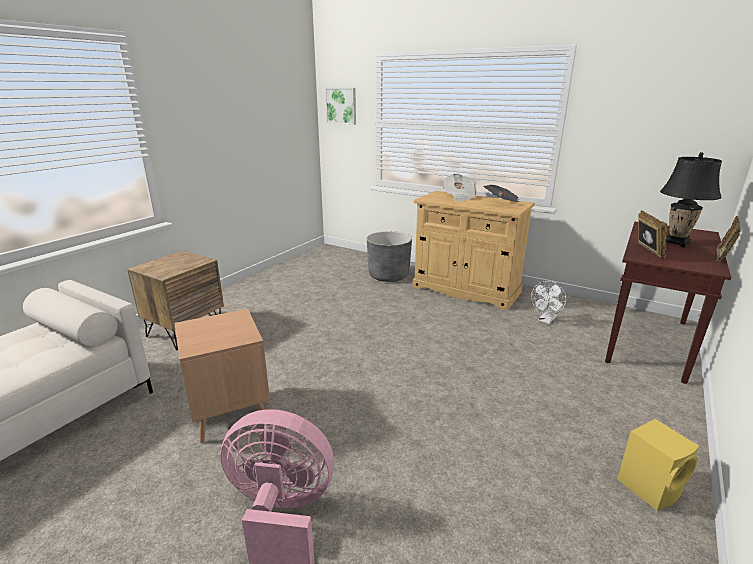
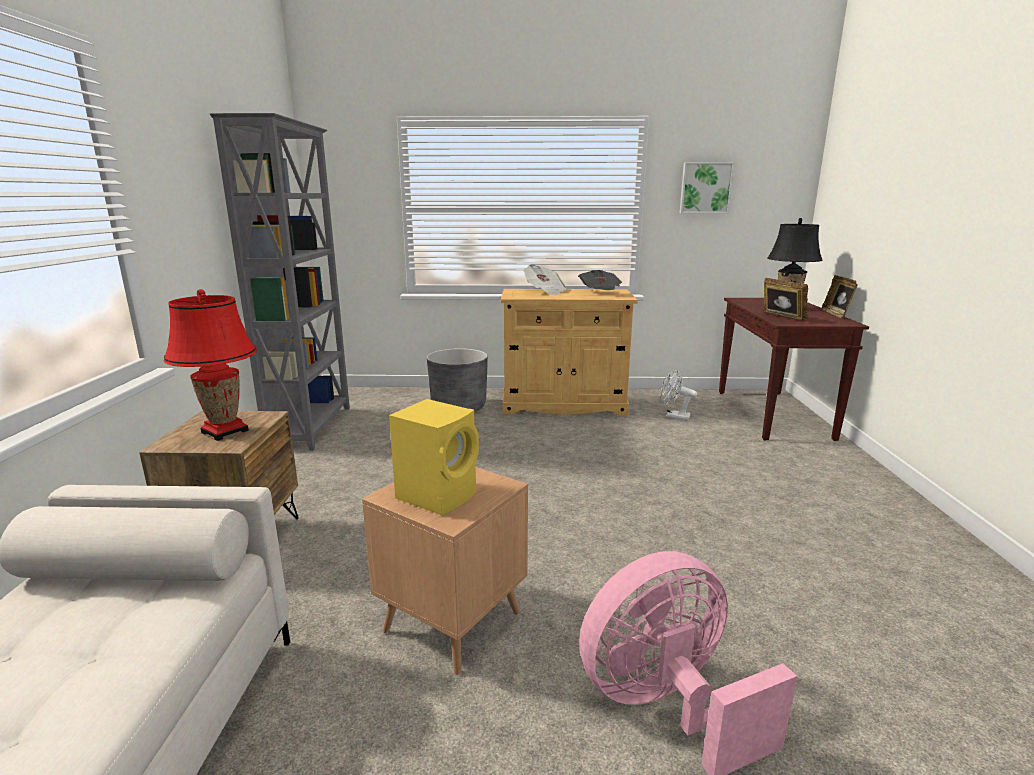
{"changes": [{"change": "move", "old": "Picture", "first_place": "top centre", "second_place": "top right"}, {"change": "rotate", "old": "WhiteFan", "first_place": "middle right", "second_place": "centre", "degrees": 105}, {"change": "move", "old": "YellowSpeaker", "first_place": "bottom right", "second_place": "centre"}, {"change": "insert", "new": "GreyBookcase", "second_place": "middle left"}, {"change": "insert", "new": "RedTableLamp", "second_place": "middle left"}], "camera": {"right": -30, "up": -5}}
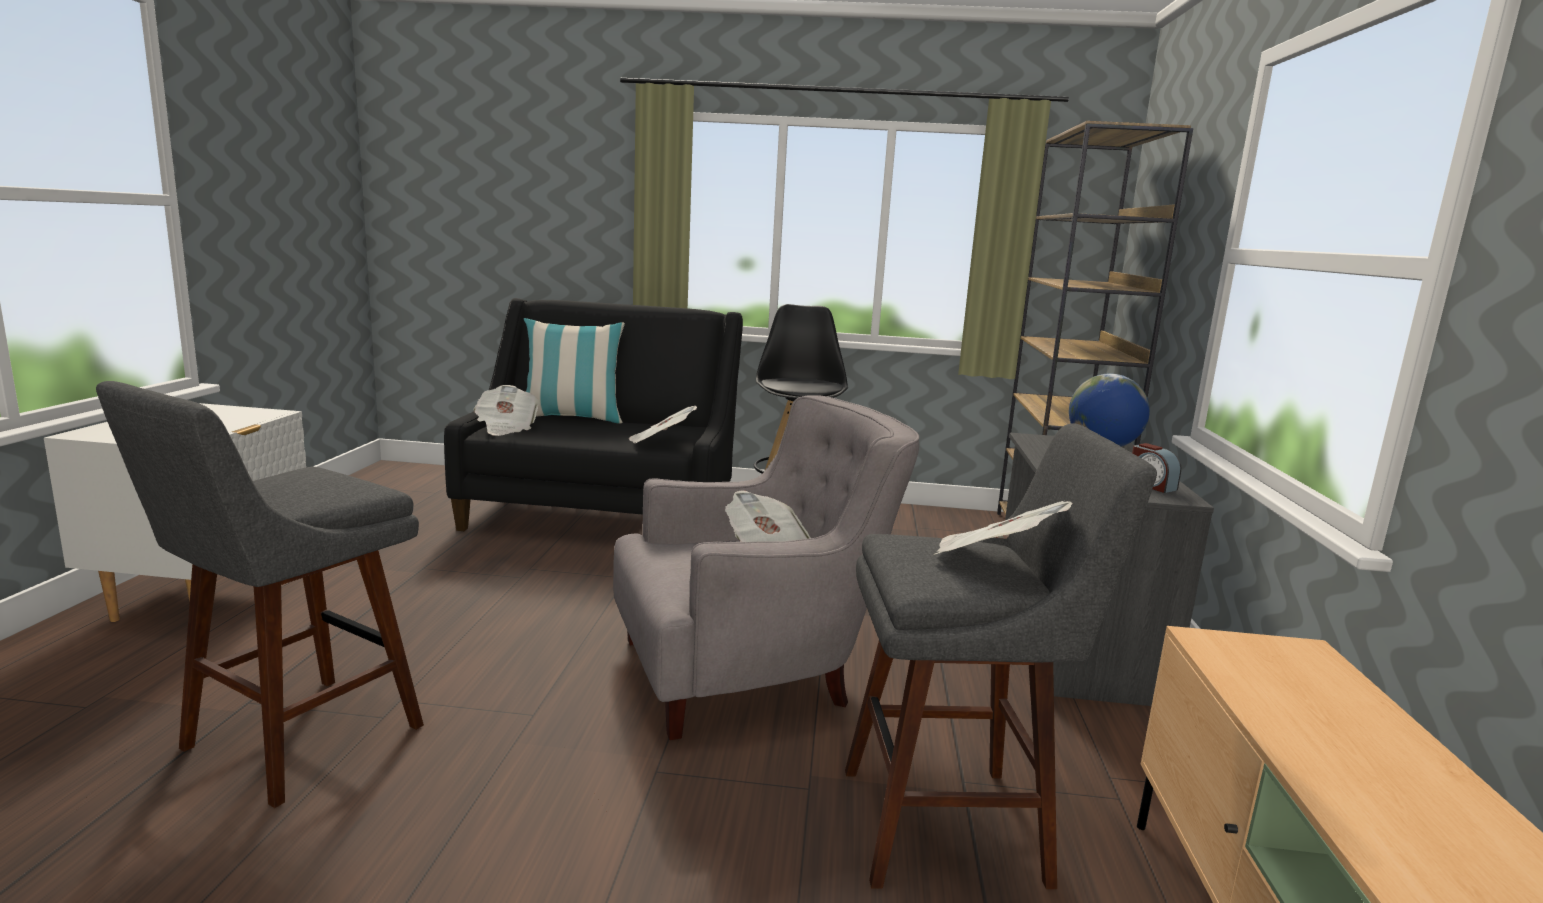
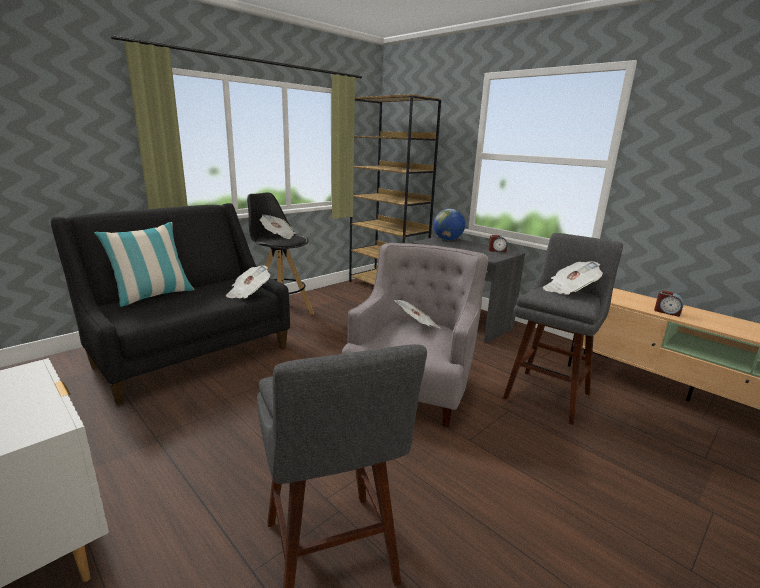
{"changes": [{"change": "move", "old": "Newspaper (1st from left in the first image)", "new": "Newspaper (2nd from left)", "first_place": "middle left", "second_place": "centre"}, {"change": "insert", "new": "AlarmClock (2nd from left)", "second_place": "middle right"}], "camera": {"right": -50, "up": 5}}
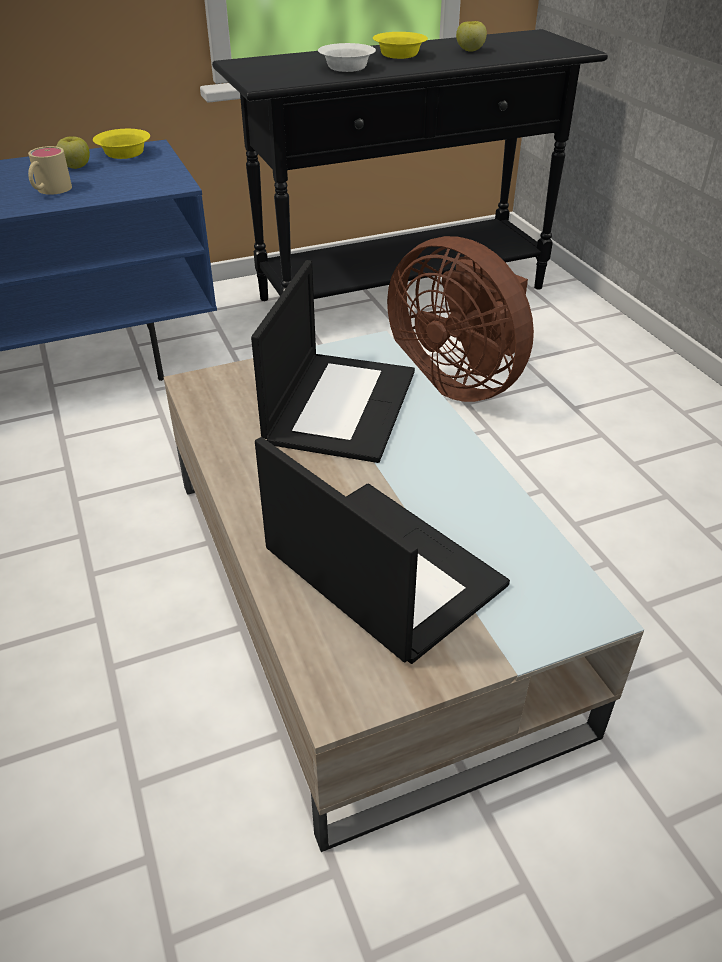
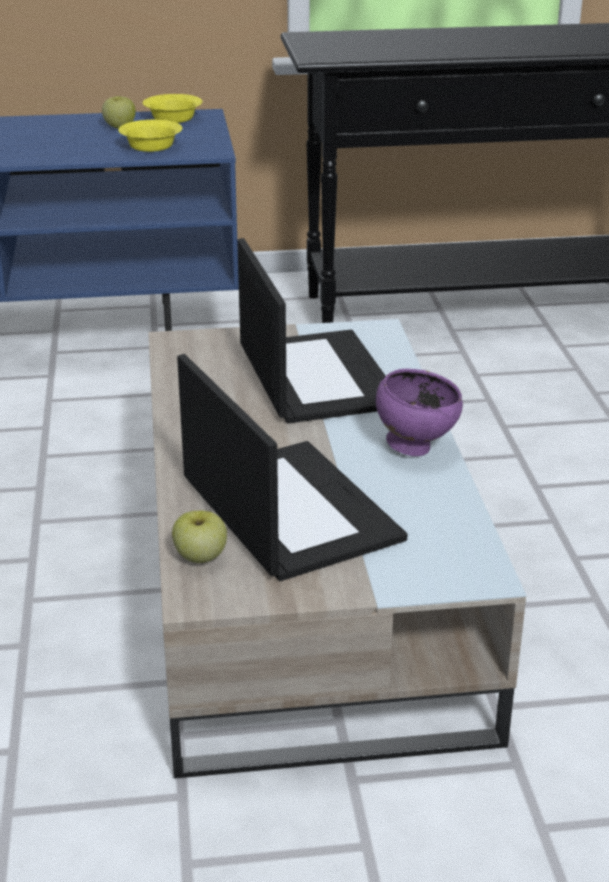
{"changes": [{"change": "move", "old": "Apple (2nd from left)", "first_place": "top centre", "second_place": "middle left"}, {"change": "move", "old": "YellowBowl (2nd from left in the first image)", "new": "YellowBowl (1st from left)", "first_place": "top centre", "second_place": "top left"}, {"change": "delete", "old": "WhiteBowl", "first_place": "top centre"}, {"change": "delete", "old": "BeigeMug", "first_place": "top left"}, {"change": "delete", "old": "BrownFan", "first_place": "top centre"}, {"change": "rotate", "old": "Laptop (1st from left in the first image)", "first_place": "centre", "second_place": "centre", "degrees": -45}, {"change": "insert", "new": "PurpleBowl", "second_place": "middle right"}], "camera": {"right": 15, "up": -10}}
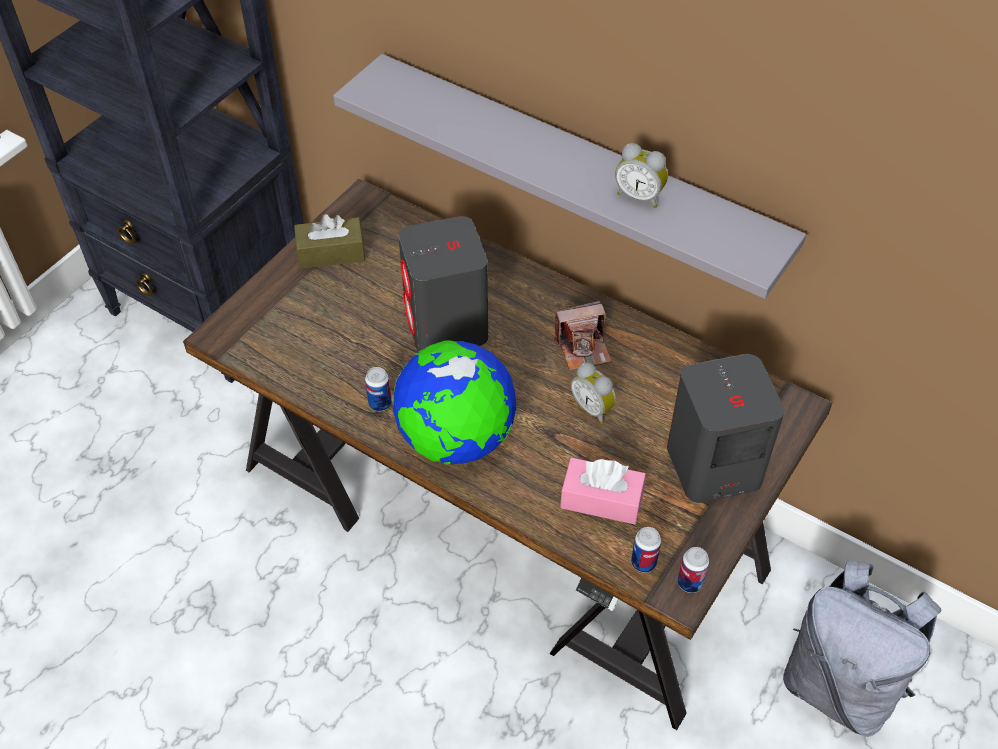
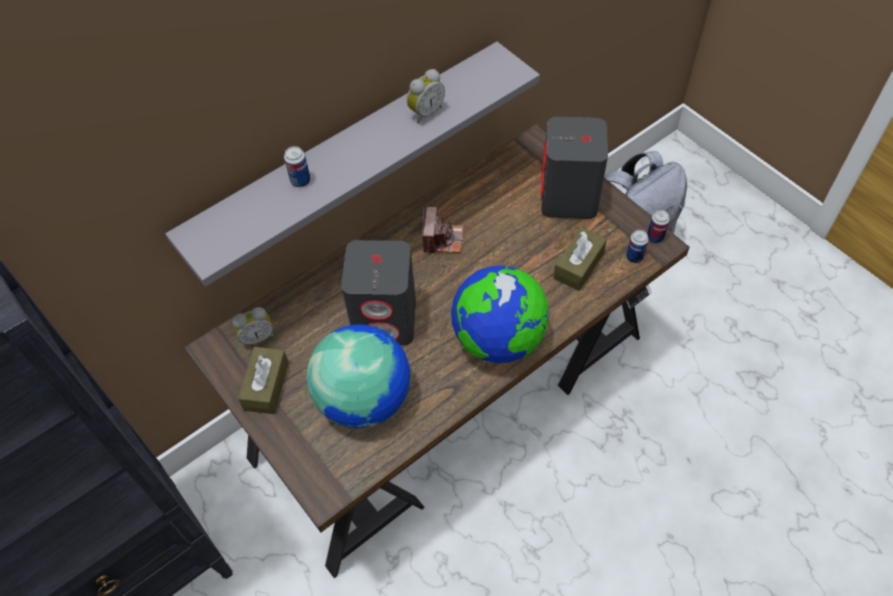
{"changes": [{"change": "move", "old": "AlarmClock (1st from left)", "first_place": "centre", "second_place": "middle left"}, {"change": "move", "old": "Can (1st from left)", "first_place": "centre", "second_place": "top left"}, {"change": "recolor", "old": "PinkTissueBox", "new": "BrownTissueBox (2nd from left)", "first_place": "centre", "second_place": "centre"}, {"change": "insert", "new": "Globe (1st from left)", "second_place": "centre"}], "camera": {"right": -70, "up": 5}}
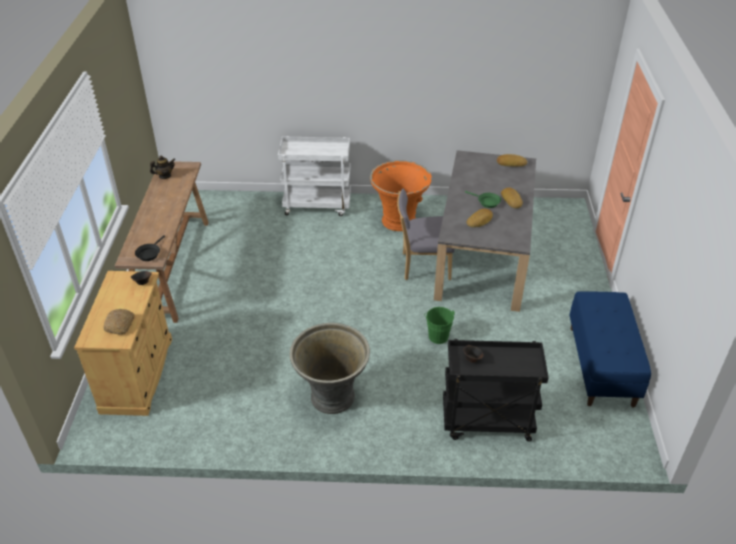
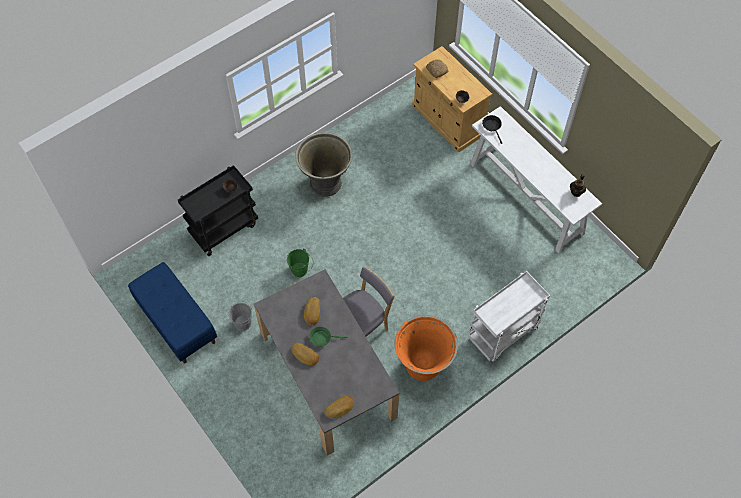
{"changes": [{"change": "recolor", "old": "BrownConsoleTable", "new": "WhiteConsoleTable", "first_place": "middle left", "second_place": "middle right"}, {"change": "insert", "new": "GreyBucket", "second_place": "middle left"}], "camera": {"right": 140, "up": 20}}
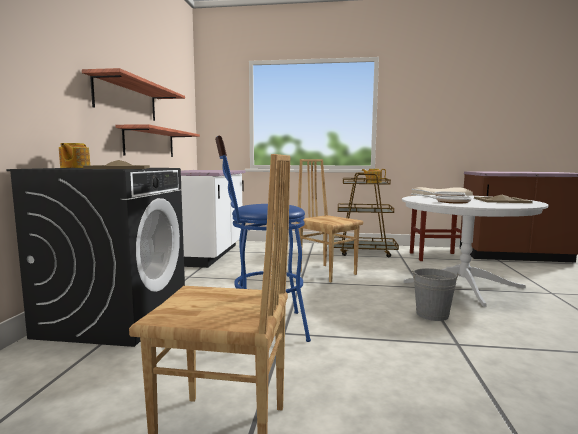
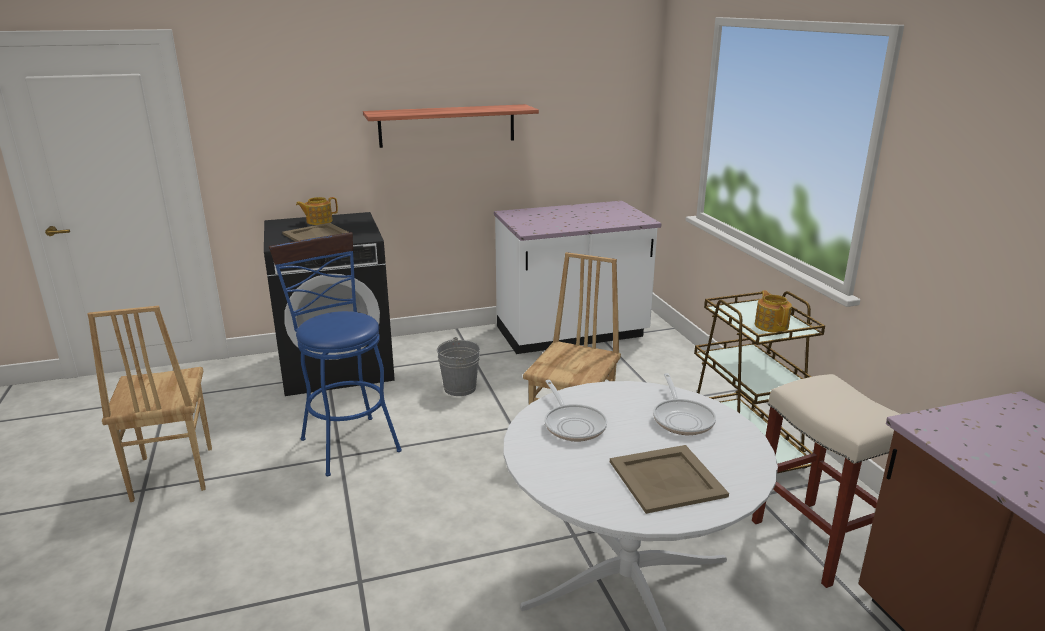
{"changes": [{"change": "delete", "old": "Shelf (2nd from left)", "first_place": "top left"}, {"change": "move", "old": "GreyBucket", "first_place": "bottom right", "second_place": "centre"}], "camera": {"right": 65, "up": 15}}
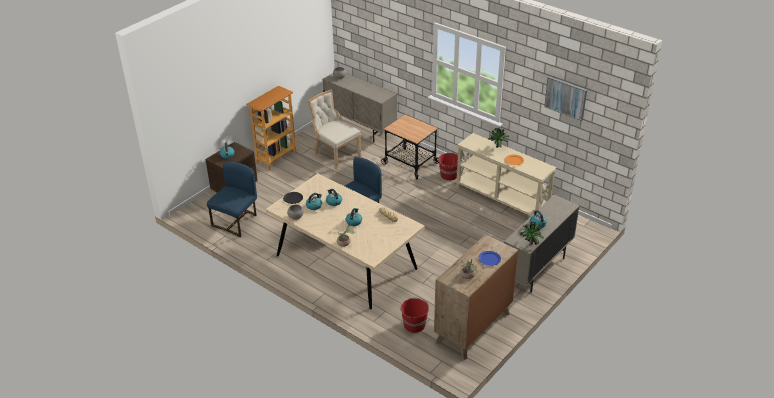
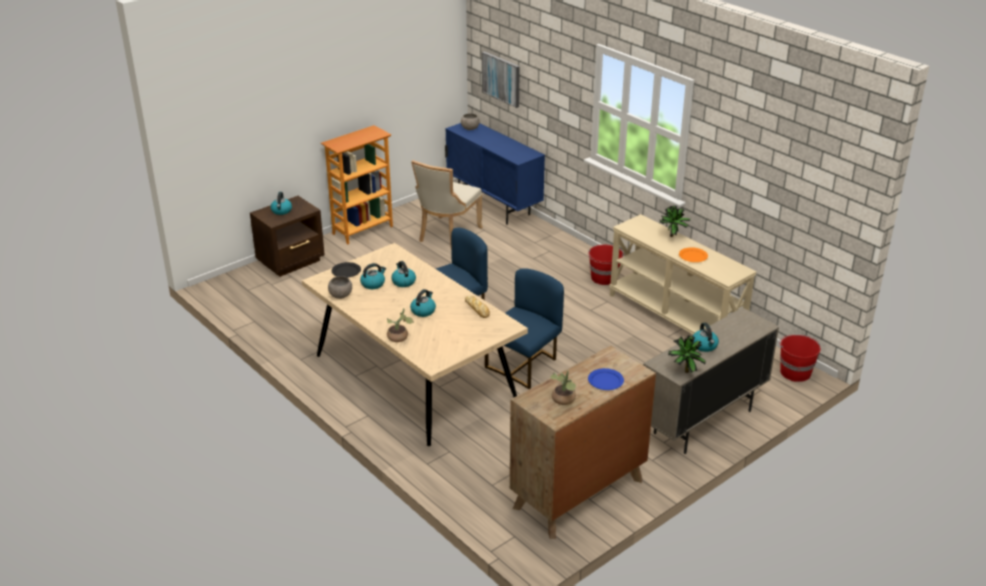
{"changes": [{"change": "recolor", "old": "BeigeCabinet (1st from left)", "new": "BlueCabinet", "first_place": "top centre", "second_place": "top centre"}, {"change": "move", "old": "Picture", "first_place": "top right", "second_place": "top centre"}, {"change": "rotate", "old": "BeigeChair", "first_place": "top centre", "second_place": "centre", "degrees": -120}, {"change": "delete", "old": "Cart", "first_place": "centre"}, {"change": "move", "old": "BlueChair (1st from left in the first image)", "new": "BlueChair (2nd from left)", "first_place": "middle left", "second_place": "centre"}, {"change": "move", "old": "RedBucket (1st from left in the first image)", "new": "RedBucket (2nd from left)", "first_place": "bottom centre", "second_place": "middle right"}], "camera": {"right": 10, "up": -5}}
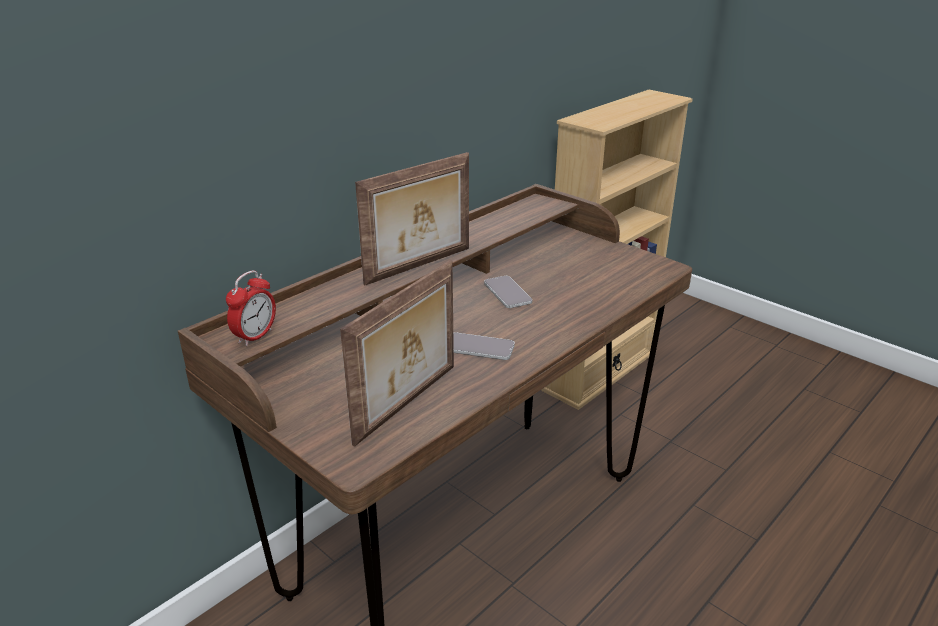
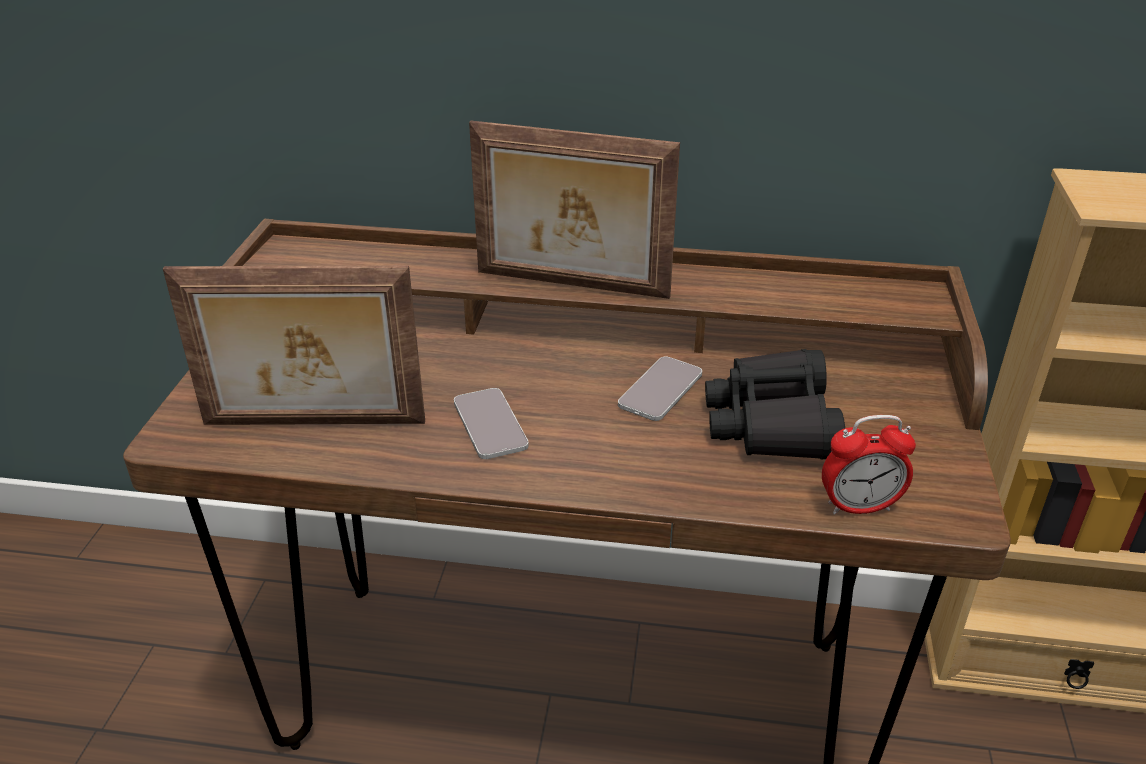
{"changes": [{"change": "move", "old": "AlarmClock", "first_place": "middle left", "second_place": "middle right"}, {"change": "insert", "new": "BlackBinoculars", "second_place": "middle right"}], "camera": {"right": 55, "up": 5}}
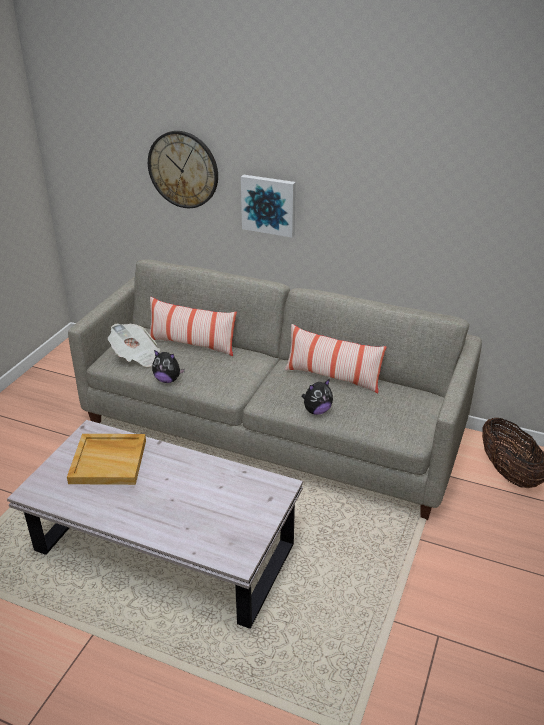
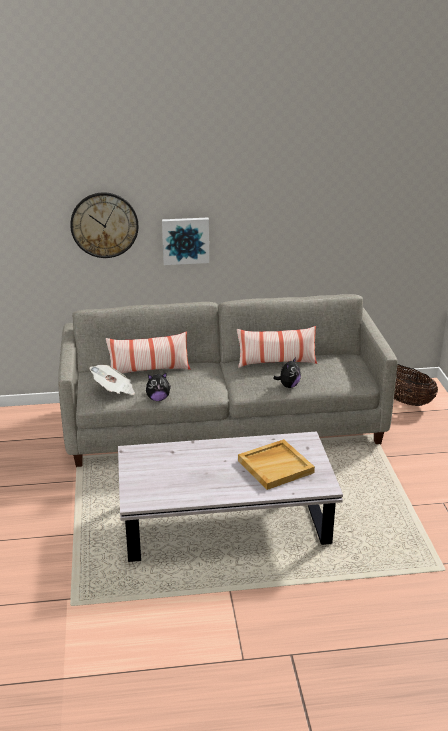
{"changes": [{"change": "move", "old": "BeigeTray", "first_place": "middle left", "second_place": "centre"}], "camera": {"right": -30, "up": -5}}
